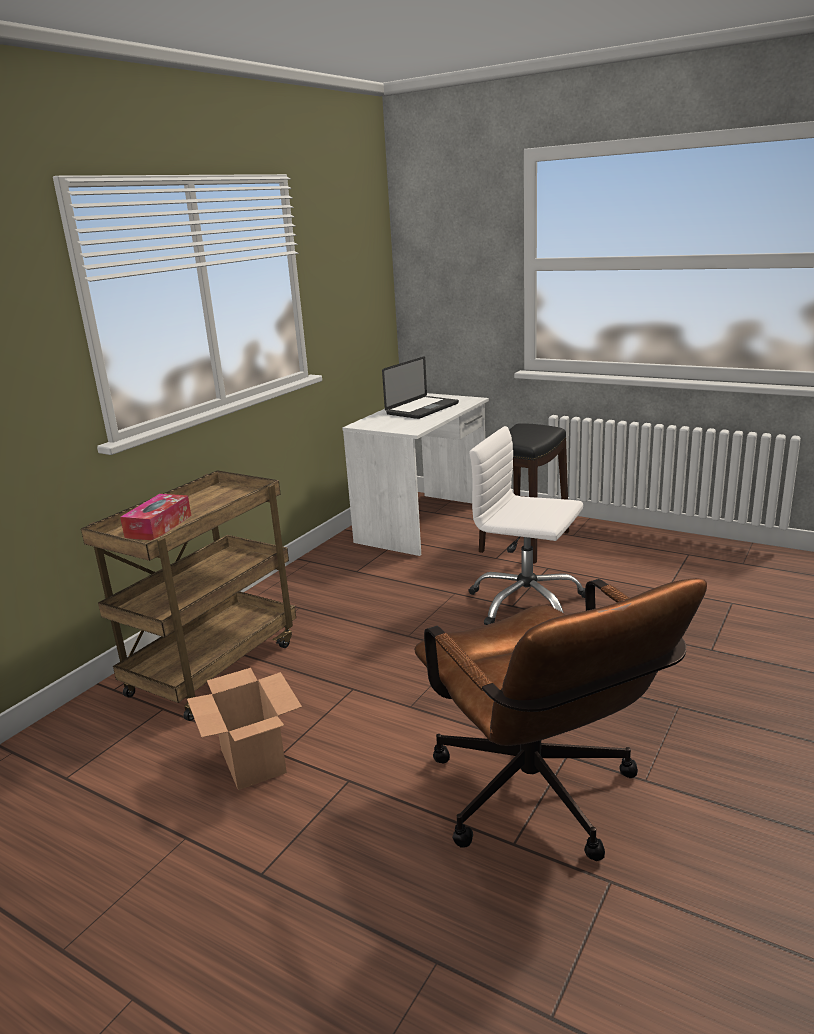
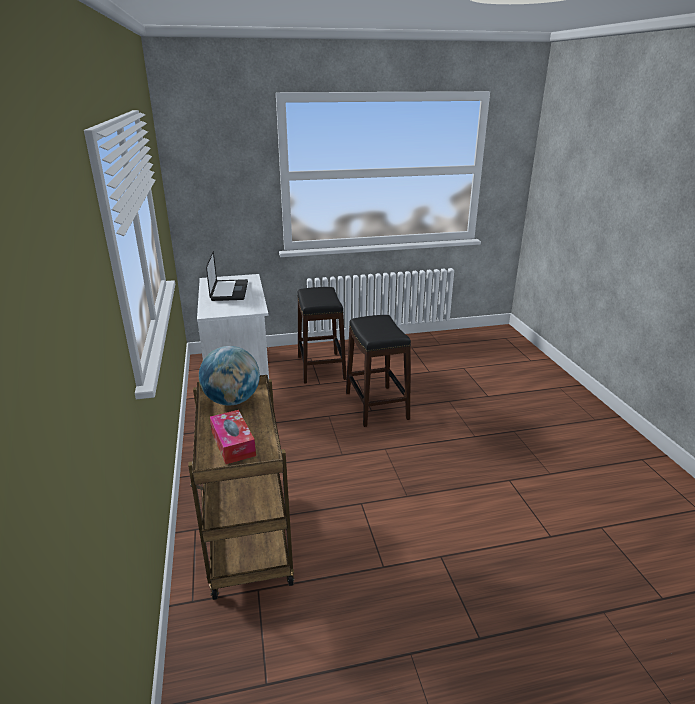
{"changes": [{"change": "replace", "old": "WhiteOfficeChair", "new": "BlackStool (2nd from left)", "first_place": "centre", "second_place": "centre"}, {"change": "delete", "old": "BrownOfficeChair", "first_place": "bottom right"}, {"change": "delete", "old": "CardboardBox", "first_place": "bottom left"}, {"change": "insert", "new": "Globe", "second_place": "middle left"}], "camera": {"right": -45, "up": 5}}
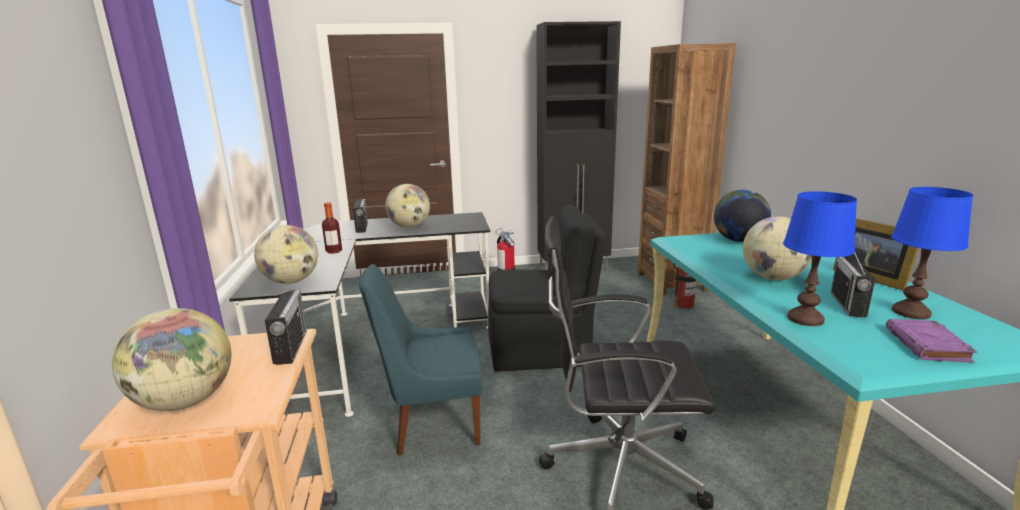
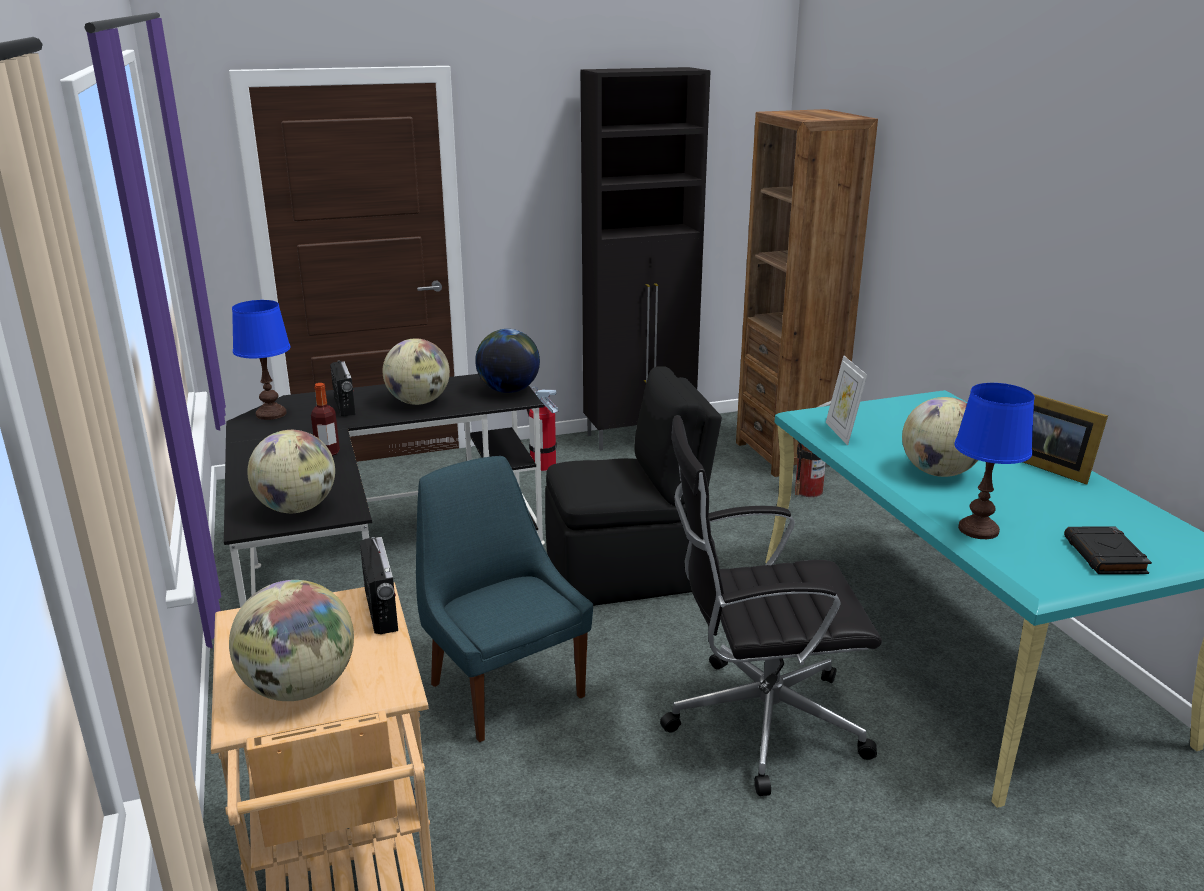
{"changes": [{"change": "move", "old": "BlueTableLamp (2nd from left in the first image)", "new": "BlueTableLamp (1st from left)", "first_place": "middle right", "second_place": "middle left"}, {"change": "move", "old": "Globe (4th from left)", "first_place": "middle right", "second_place": "centre"}, {"change": "delete", "old": "Radio (3rd from left)", "first_place": "middle right"}, {"change": "rotate", "old": "BlueChair", "first_place": "bottom centre", "second_place": "bottom centre", "degrees": 75}, {"change": "recolor", "old": "PurpleBook", "new": "BlackBook", "first_place": "bottom right", "second_place": "middle right"}, {"change": "insert", "new": "PictureFrame (1st from left)", "second_place": "middle right"}], "camera": {"right": -10, "up": 5}}
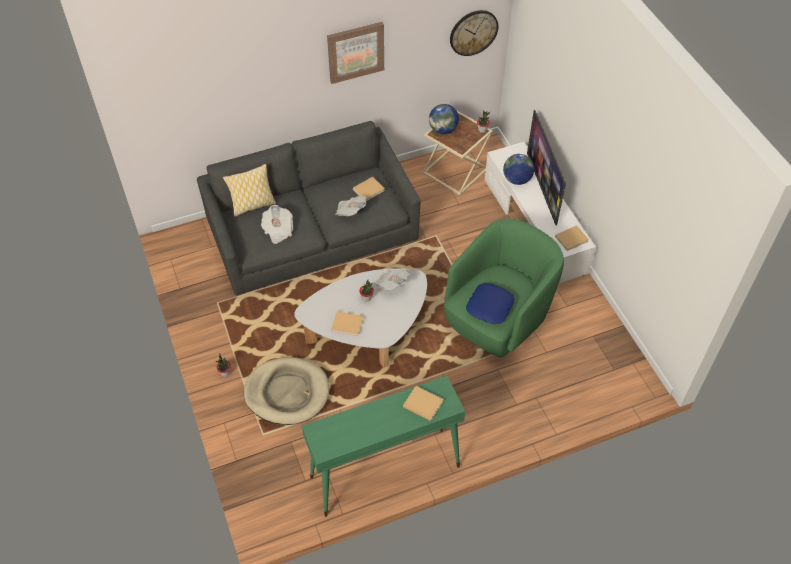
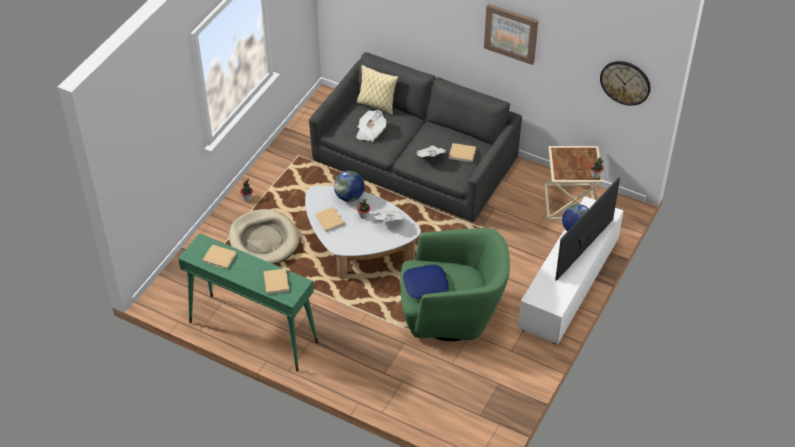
{"changes": [{"change": "move", "old": "Globe (1st from left)", "first_place": "top centre", "second_place": "centre"}, {"change": "move", "old": "BeigeBook (4th from left in the first image)", "new": "BeigeBook (1st from left)", "first_place": "middle right", "second_place": "middle left"}], "camera": {"right": 50, "up": -5}}
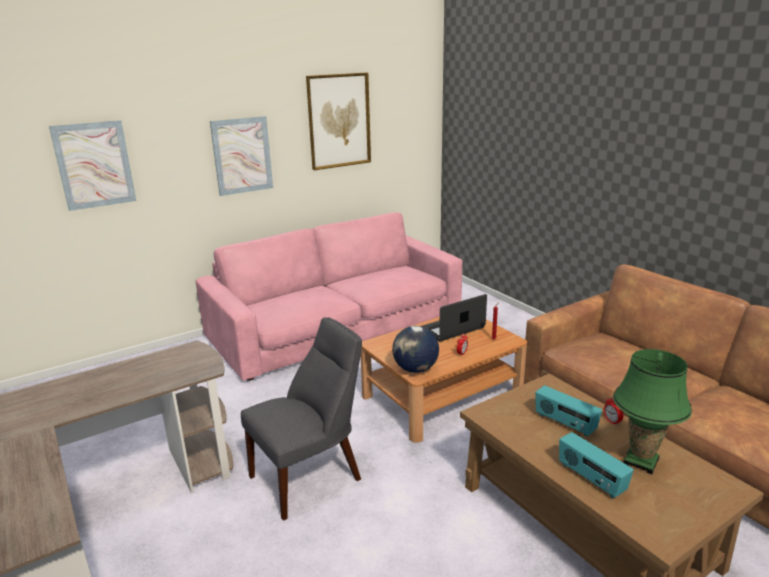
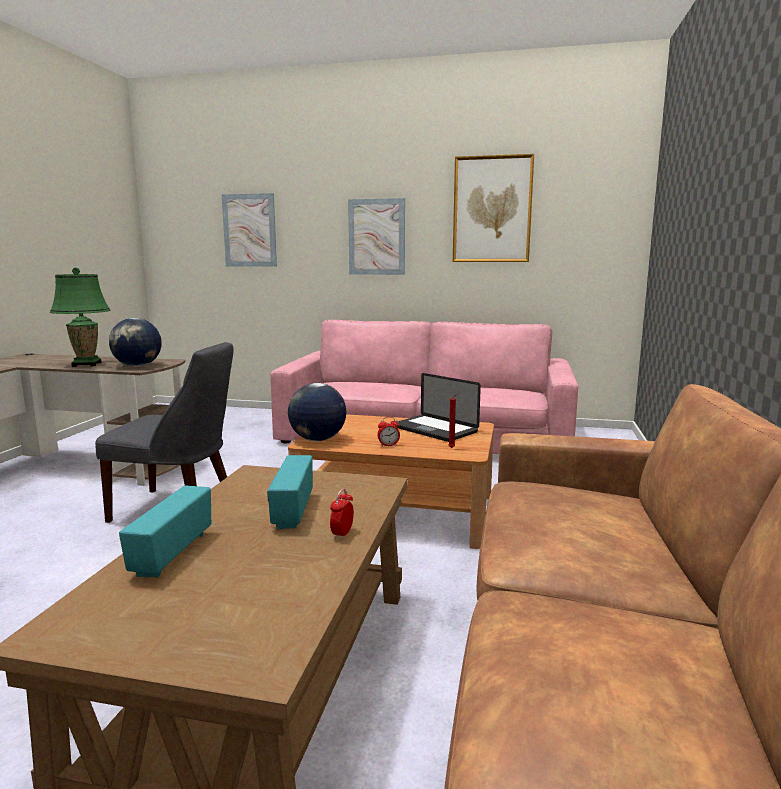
{"changes": [{"change": "rotate", "old": "Laptop", "first_place": "centre", "second_place": "centre", "degrees": -150}, {"change": "move", "old": "GreenTableLamp", "first_place": "bottom right", "second_place": "middle left"}, {"change": "insert", "new": "Globe (1st from left)", "second_place": "middle left"}], "camera": {"right": 45, "up": -10}}
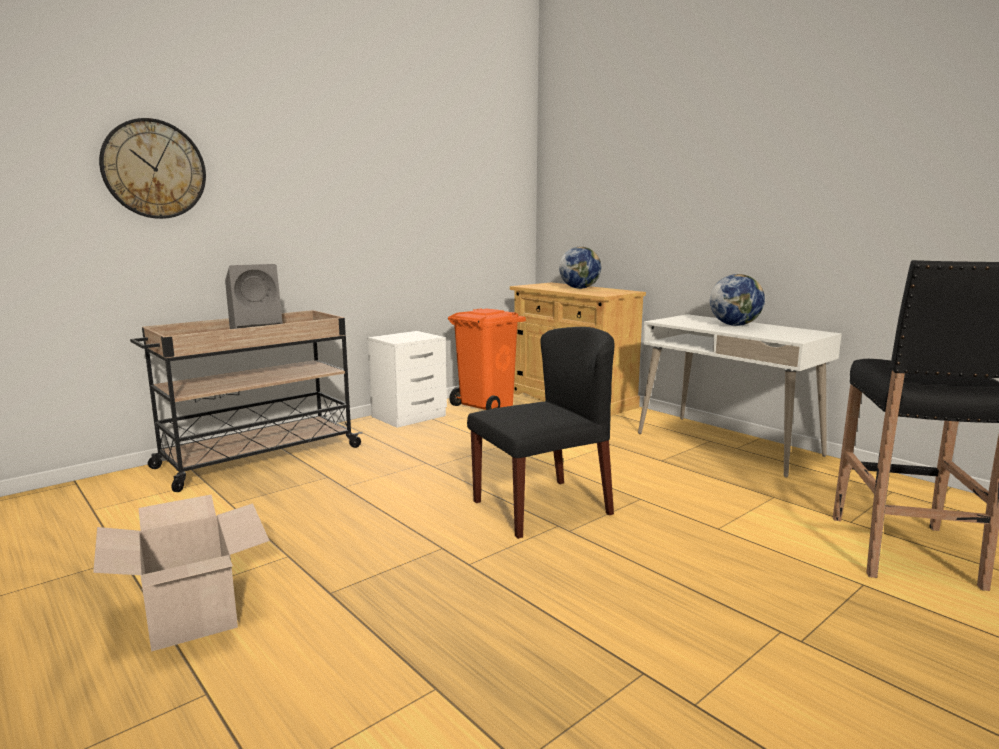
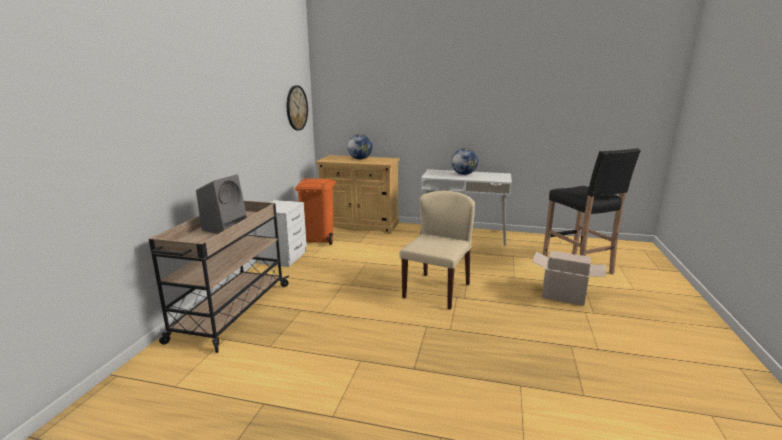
{"changes": [{"change": "move", "old": "WallClock", "first_place": "top left", "second_place": "top centre"}, {"change": "recolor", "old": "BlackChair", "new": "BeigeChair", "first_place": "centre", "second_place": "centre"}, {"change": "move", "old": "CardboardBox", "first_place": "bottom left", "second_place": "middle right"}], "camera": {"right": -35, "up": 5}}
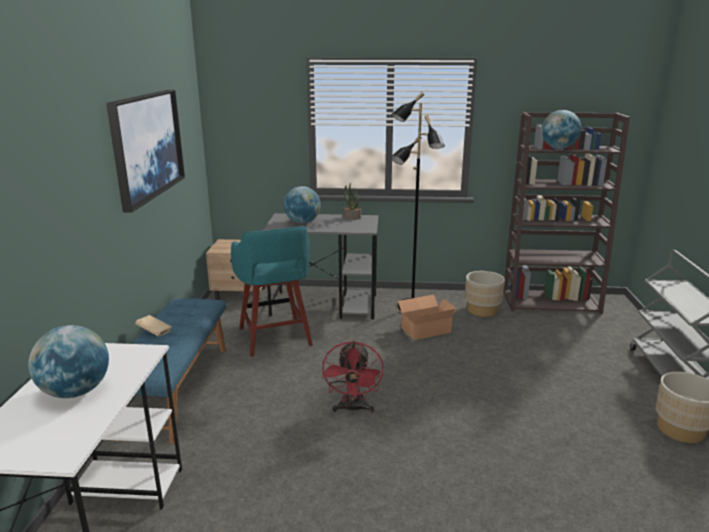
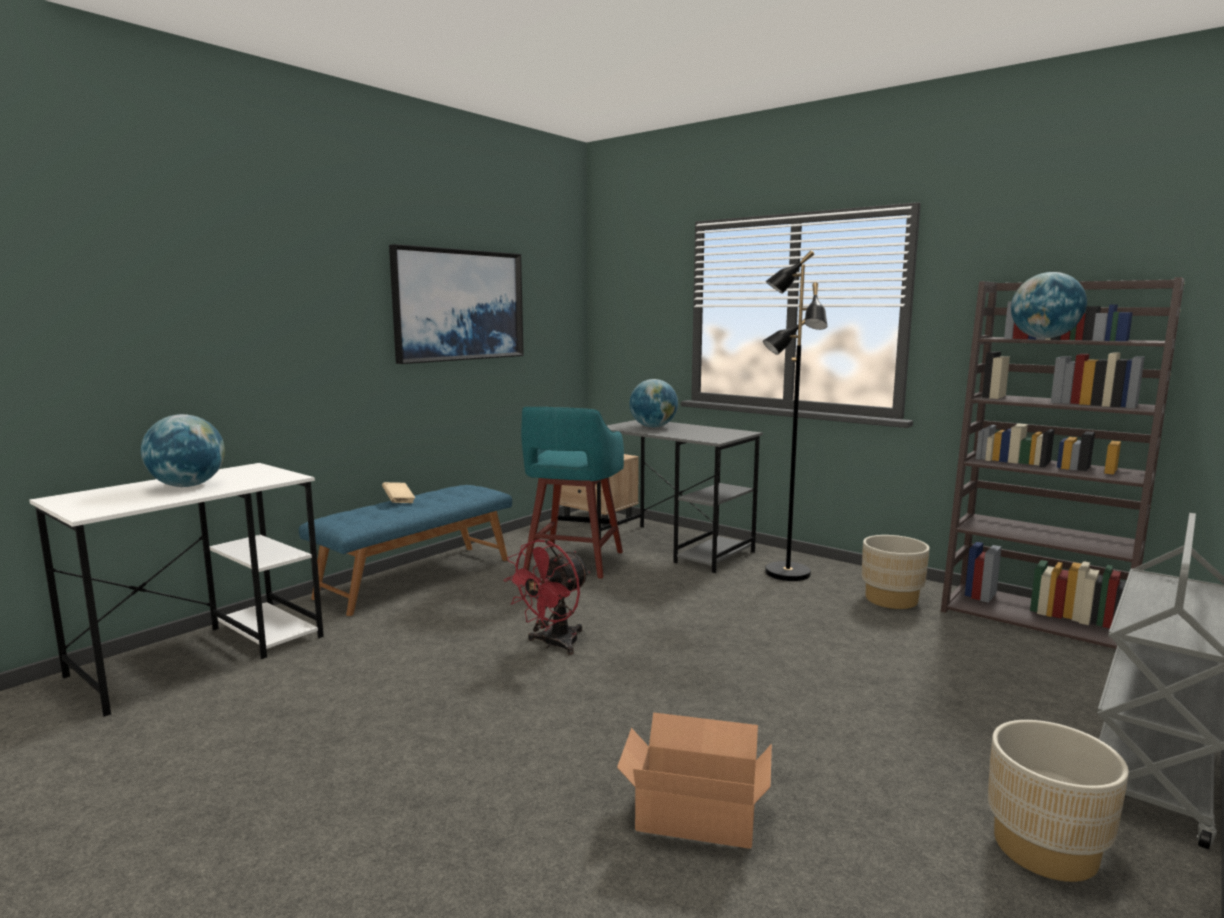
{"changes": [{"change": "delete", "old": "PottedPlant", "first_place": "centre"}, {"change": "move", "old": "CardboardBox", "first_place": "centre", "second_place": "bottom centre"}], "camera": {"right": 35, "up": -10}}
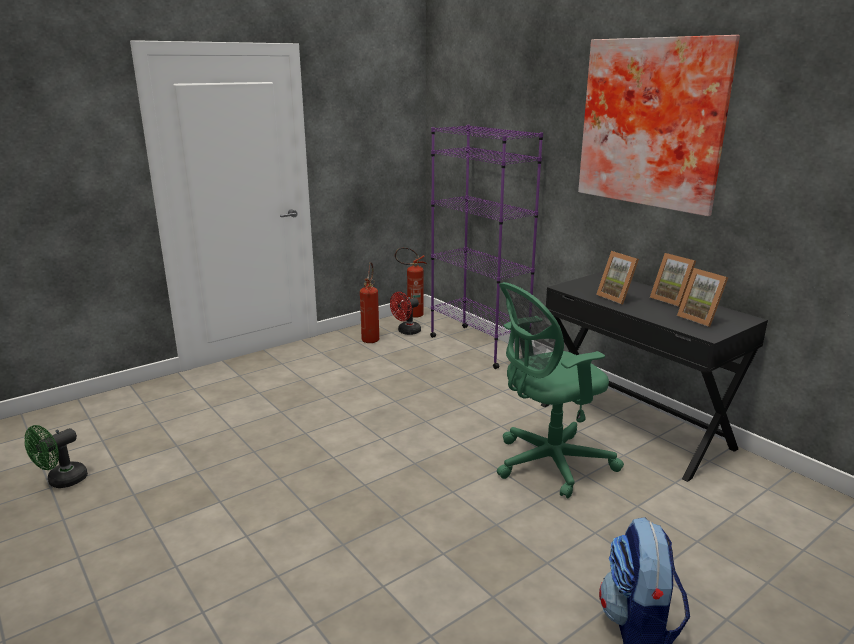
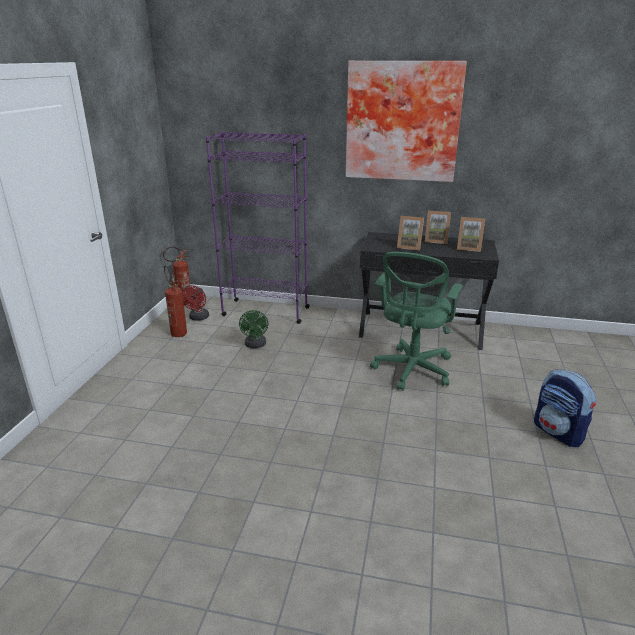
{"changes": [{"change": "move", "old": "GreenFan", "first_place": "bottom left", "second_place": "centre"}], "camera": {"right": -40, "up": 5}}
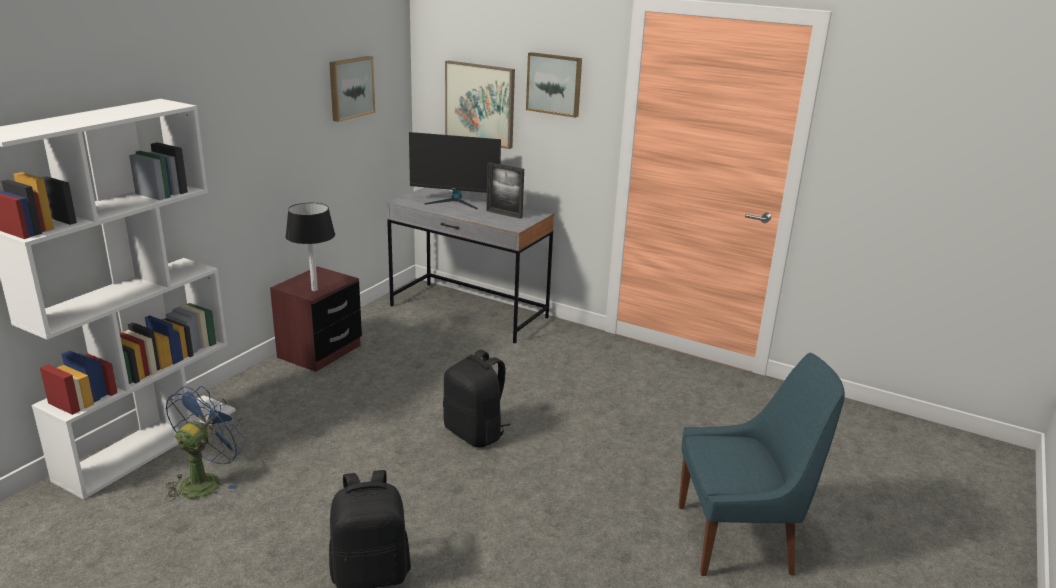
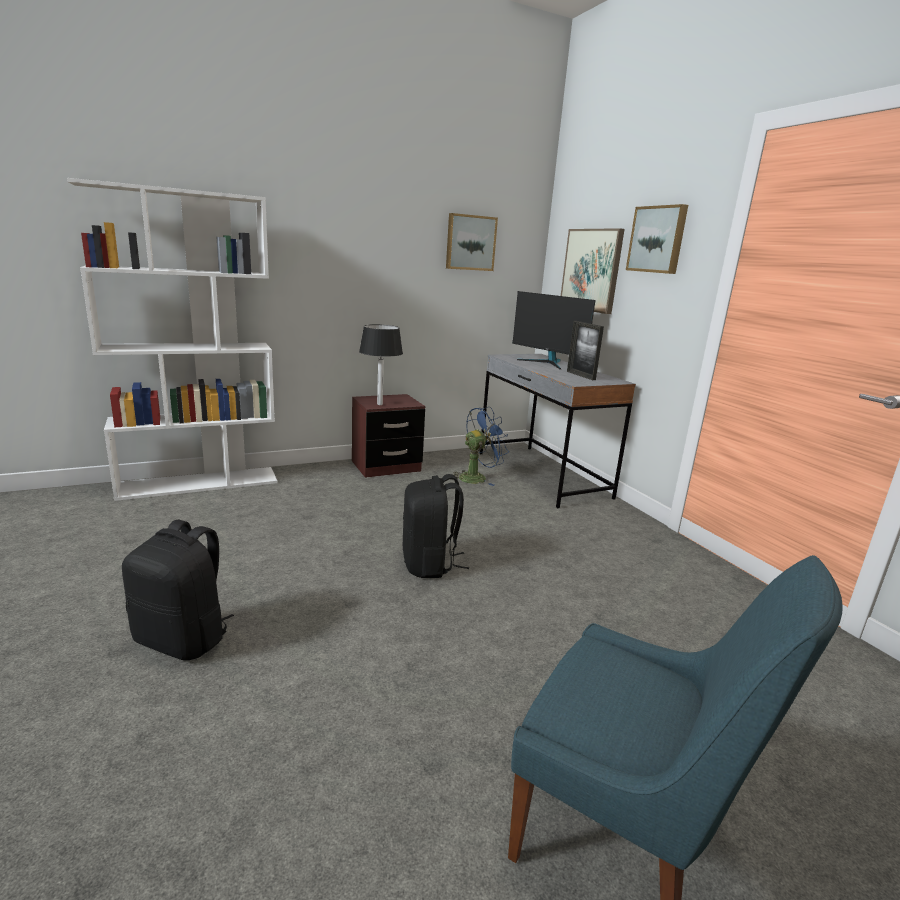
{"changes": [{"change": "move", "old": "BlueFan", "first_place": "bottom left", "second_place": "centre"}], "camera": {"right": 35, "up": -5}}
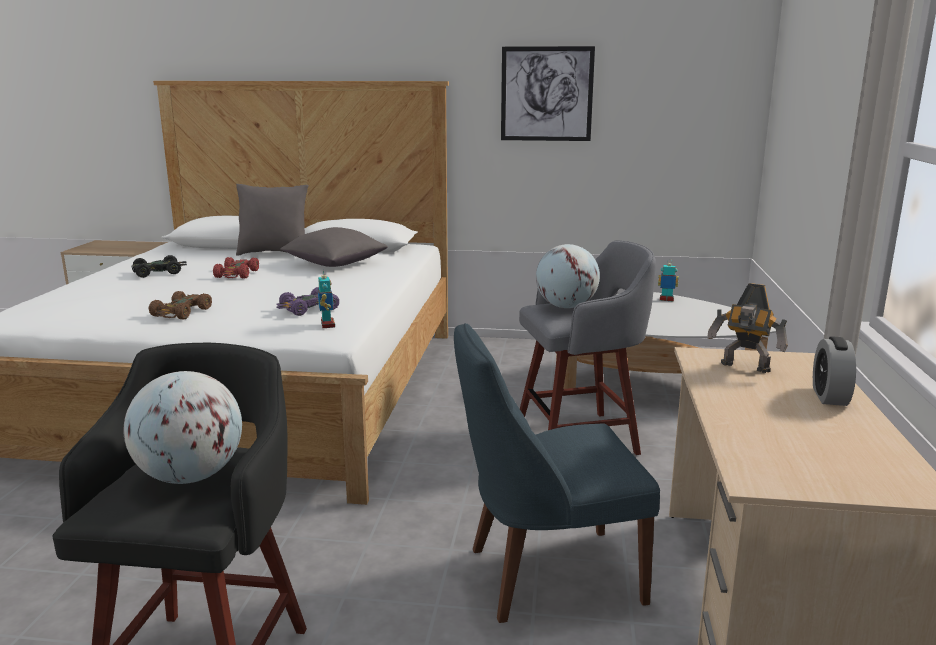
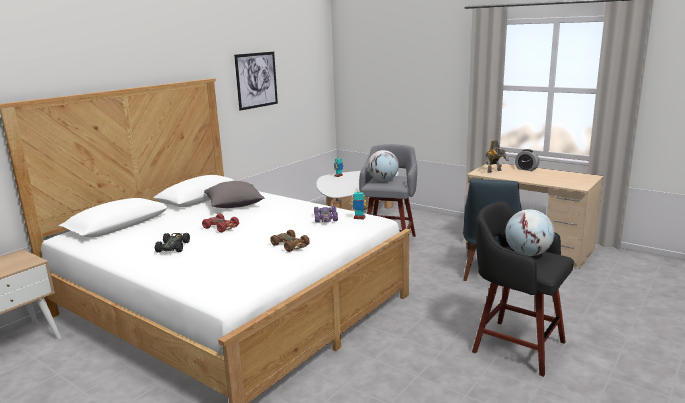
{"changes": [{"change": "delete", "old": "GreyPillow (1st from left)", "first_place": "middle left"}], "camera": {"right": -60, "up": 0}}
